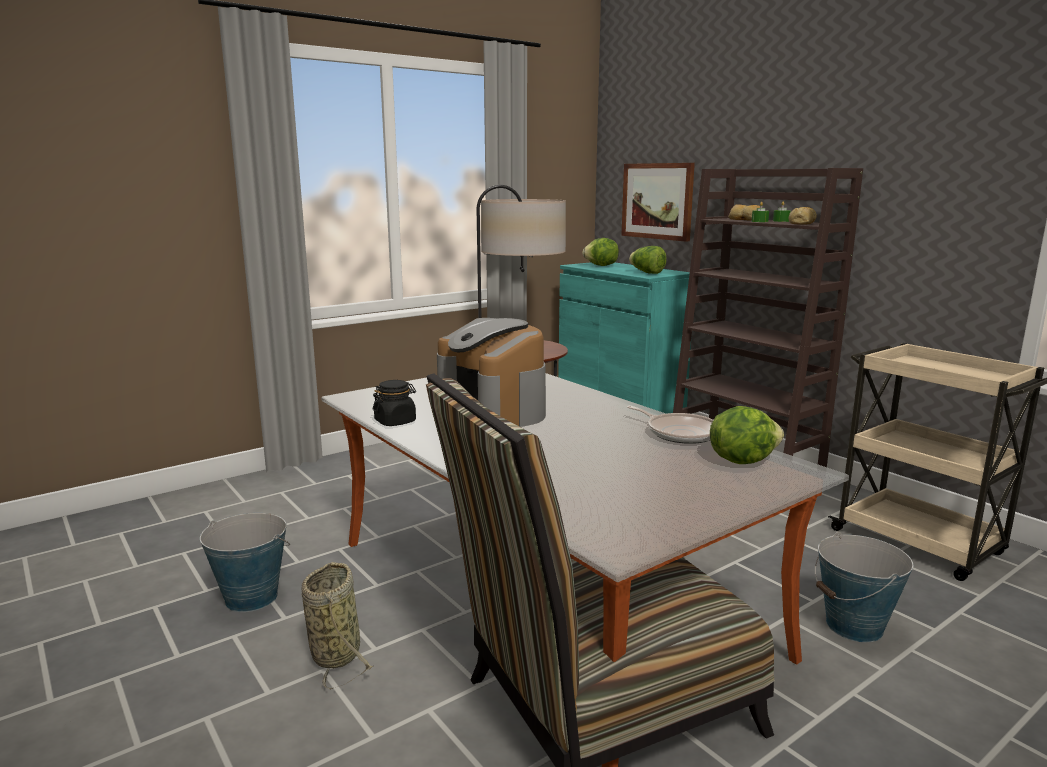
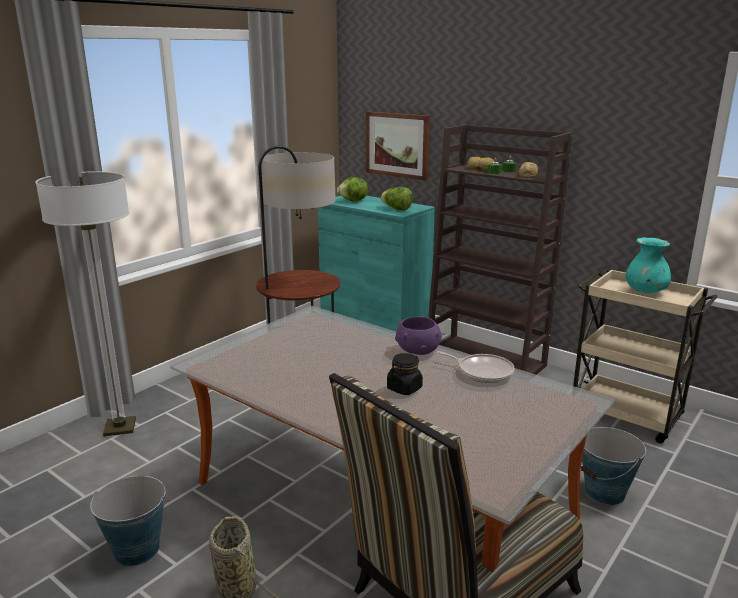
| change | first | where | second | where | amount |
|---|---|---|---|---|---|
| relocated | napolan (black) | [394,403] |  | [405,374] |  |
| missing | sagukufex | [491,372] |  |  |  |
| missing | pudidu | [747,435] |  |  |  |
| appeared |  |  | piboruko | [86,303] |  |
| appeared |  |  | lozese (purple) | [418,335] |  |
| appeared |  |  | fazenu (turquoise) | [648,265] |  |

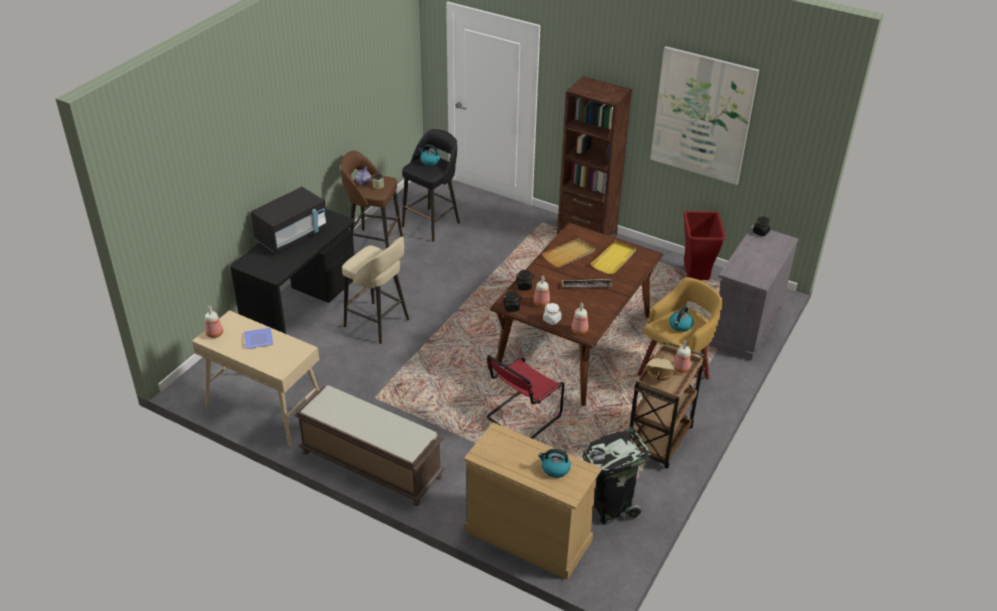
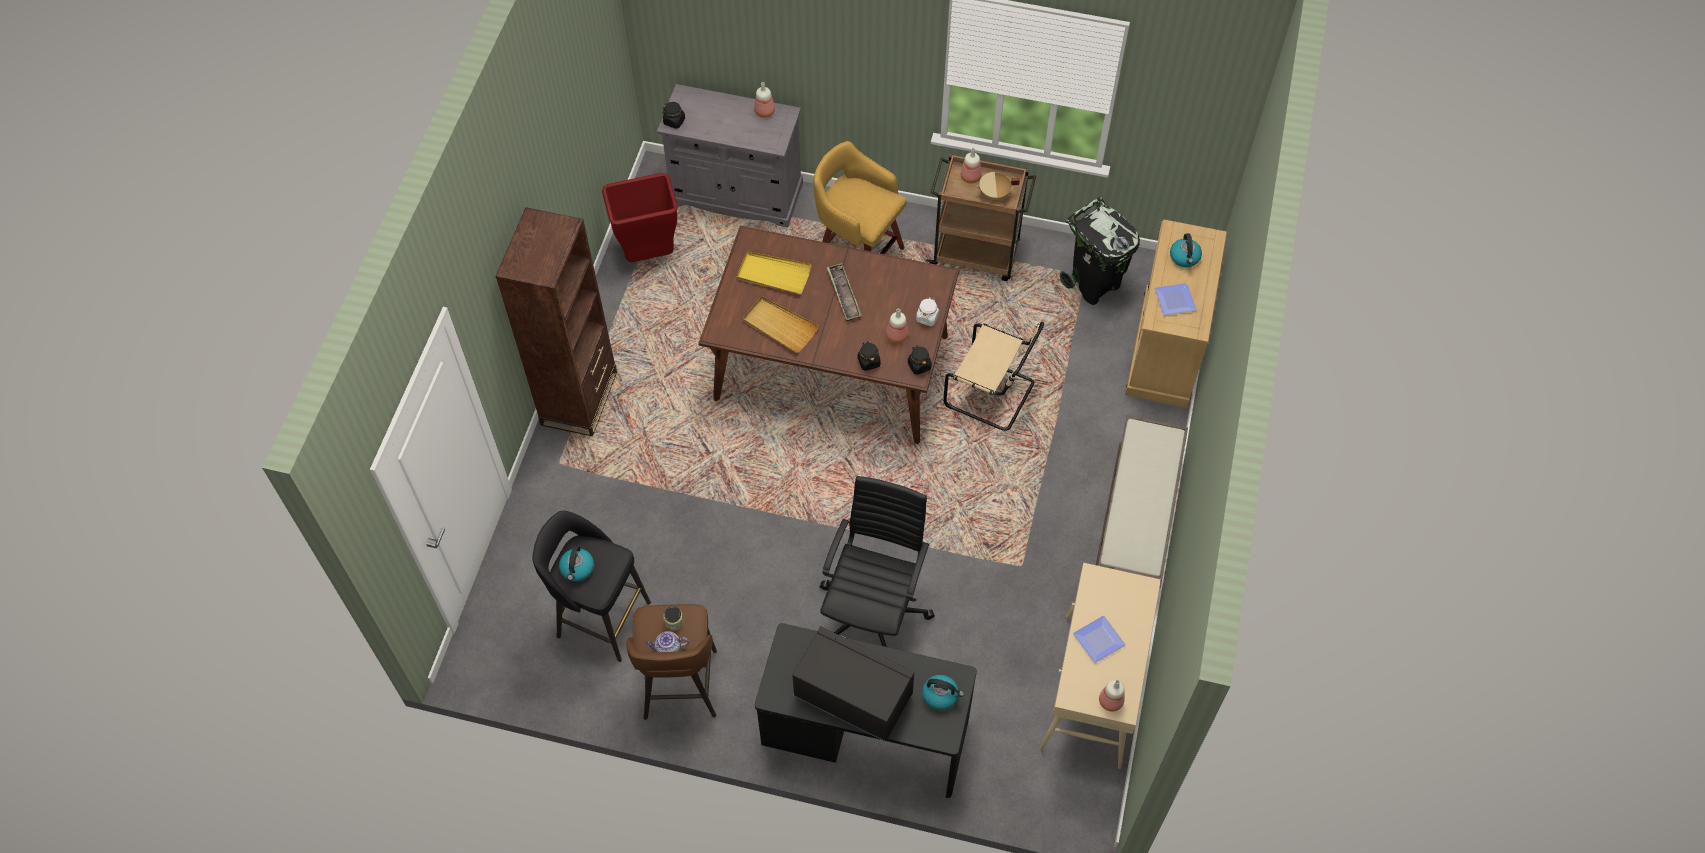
| change | first | where | second | where | amount |
|---|---|---|---|---|---|
| exchanged | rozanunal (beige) | [375,290] | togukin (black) | [877,561] |  |
| colour | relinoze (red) | [525,397] | relinoze (beige) | [993,376] |  |
| relocated | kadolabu | [579,319] |  | [764,100] |  |
| missing | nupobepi | [704,115] |  |  |  |
| relocated | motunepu | [681,319] |  | [943,692] |  |
| appeared |  |  | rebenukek | [1175,299] |  |

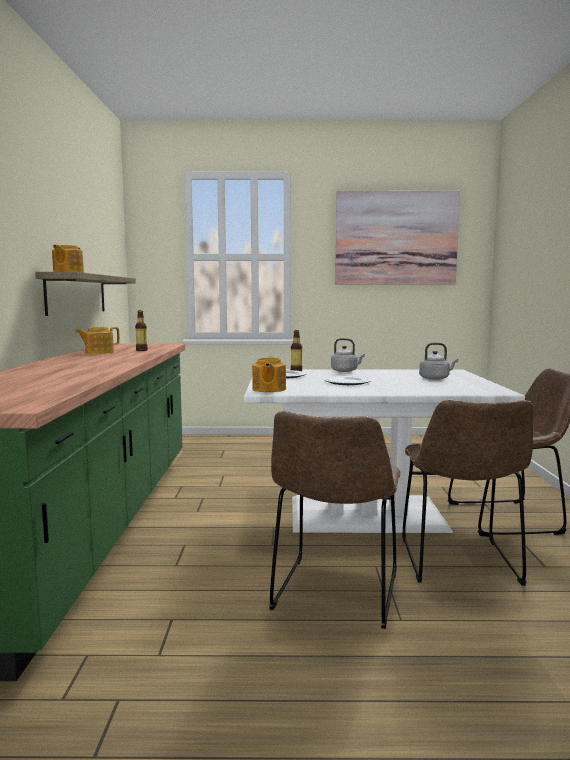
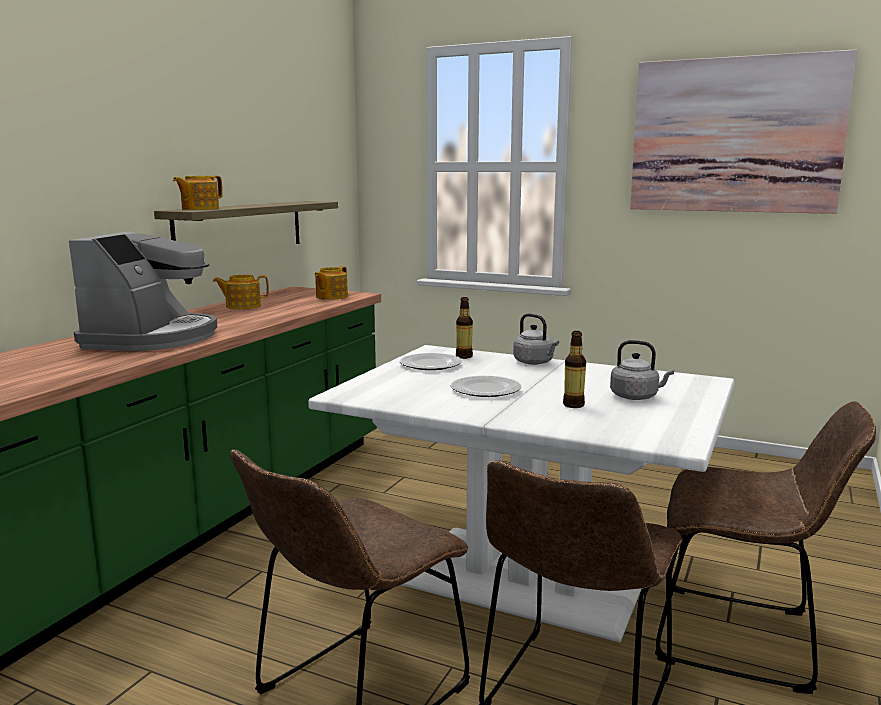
| change | first | where | second | where | amount |
|---|---|---|---|---|---|
| relocated | kadolabu | [141,330] |  | [574,369] |  |
| relocated | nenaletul | [269,374] |  | [331,283] |  |
| appeared |  |  | sagukufex | [143,291] |  |

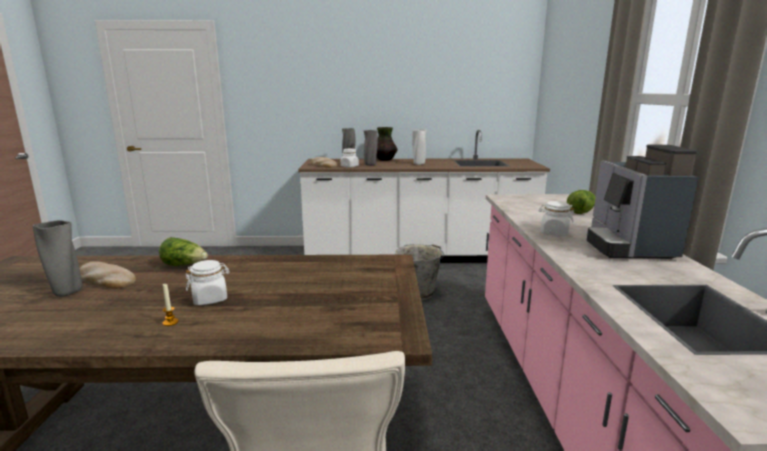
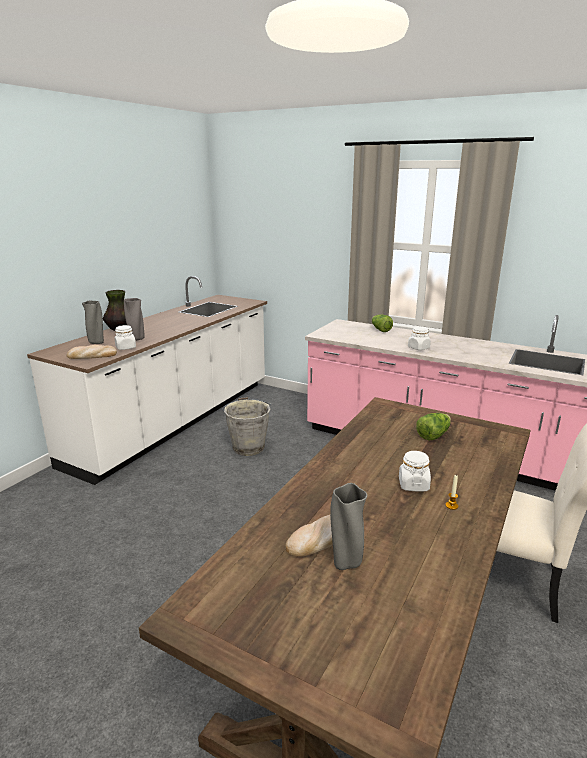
| change | first | where | second | where | amount |
|---|---|---|---|---|---|
| relocated | pudidu | [183,251] |  | [433,426] |  |
| missing | fazenu (white) | [419,147] |  |  |  |
| missing | sagukufex | [643,202] |  |  |  |

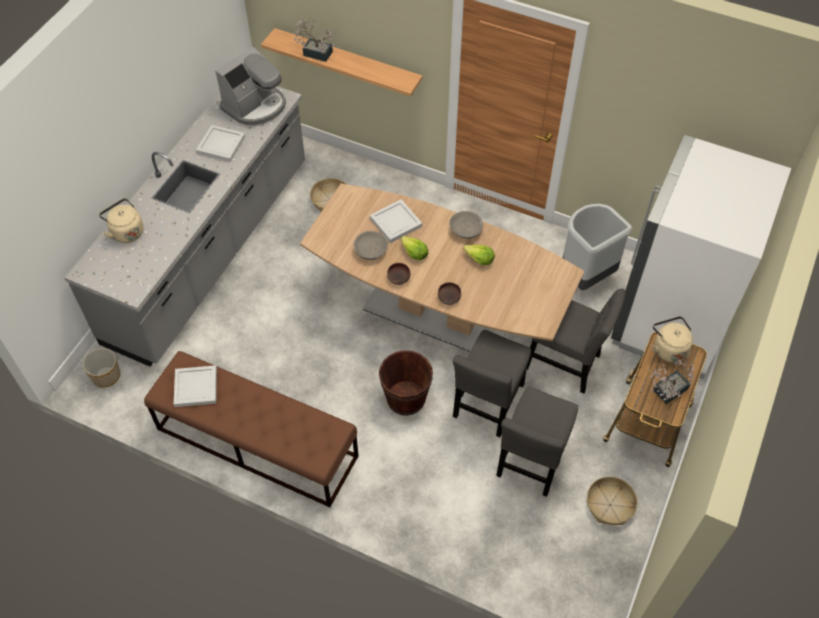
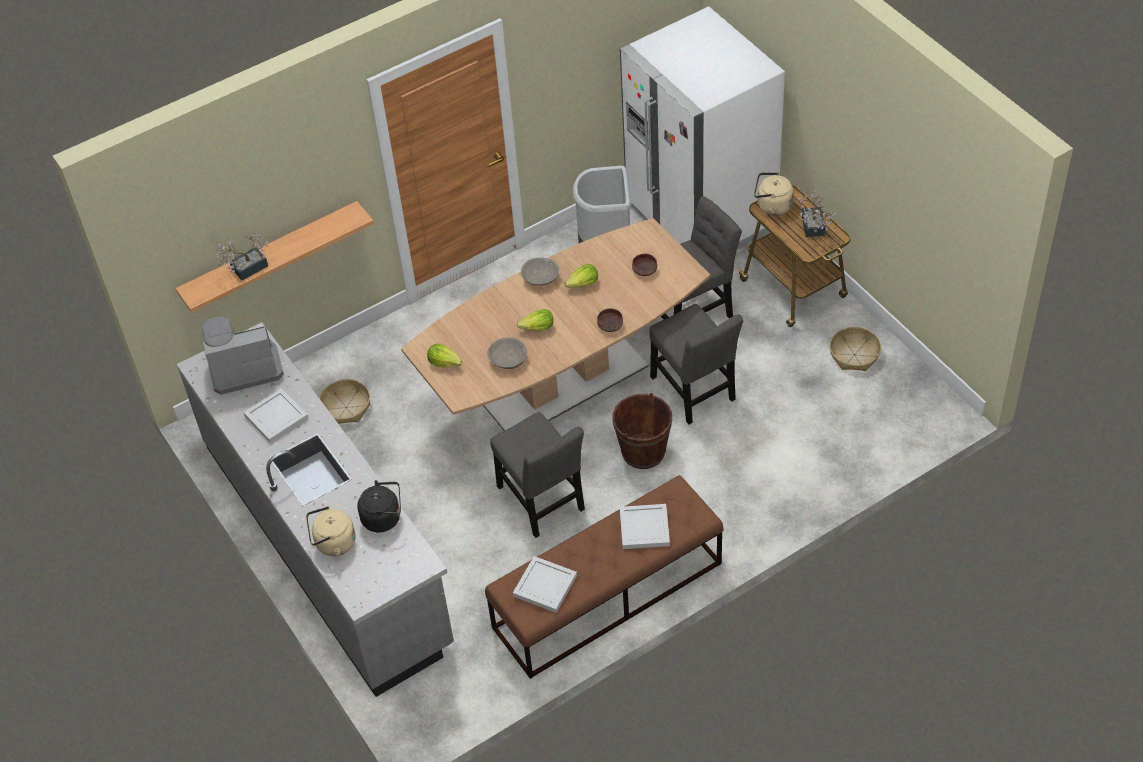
| change | first | where | second | where | amount |
|---|---|---|---|---|---|
| missing | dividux | [101,367] |  |  |  |
| spun | sagukufex | [250,86] |  | [243,356] | 90 degrees counterclockwise |
| relocated | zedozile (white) | [396,221] |  | [645,526] |  |
| relocated | lozese (brown) | [399,274] |  | [644,265] |  |
| relocated | relinoze (grey) | [537,441] |  | [537,475] |  |
| appeared |  |  | motunepu (black) | [379,506] |  |
| appeared |  |  | pudidu | [444,355] |  |

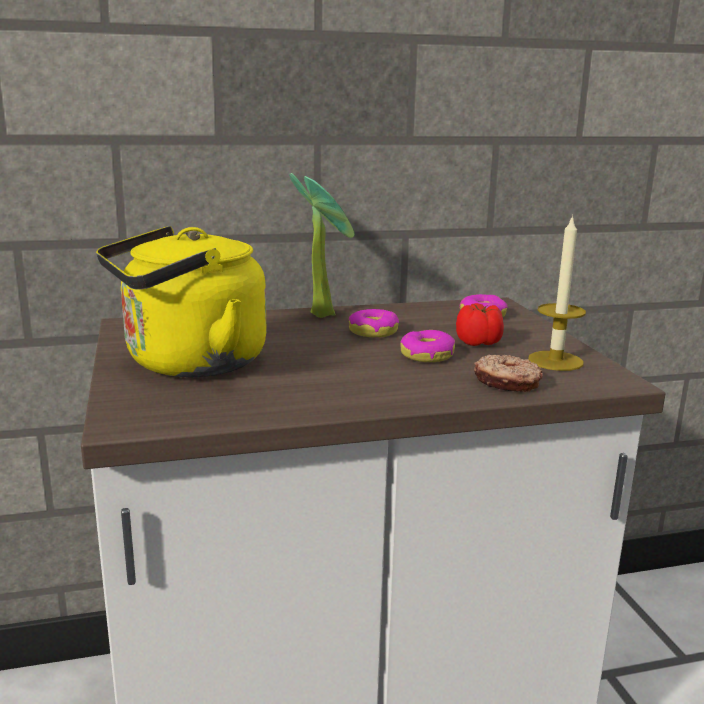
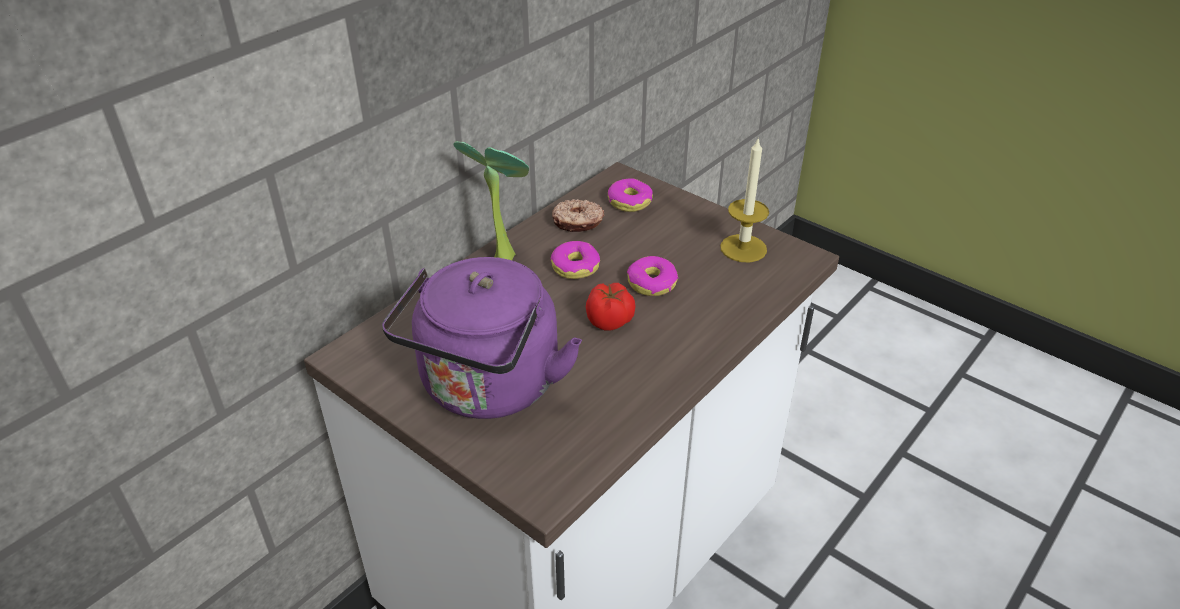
| change | first | where | second | where | amount |
|---|---|---|---|---|---|
| colour | motunepu (yellow) | [181,301] | motunepu (purple) | [482,338] |  |
| relocated | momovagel | [480,324] |  | [611,307] |  |
| relocated | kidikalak | [508,373] |  | [578,215] |  |

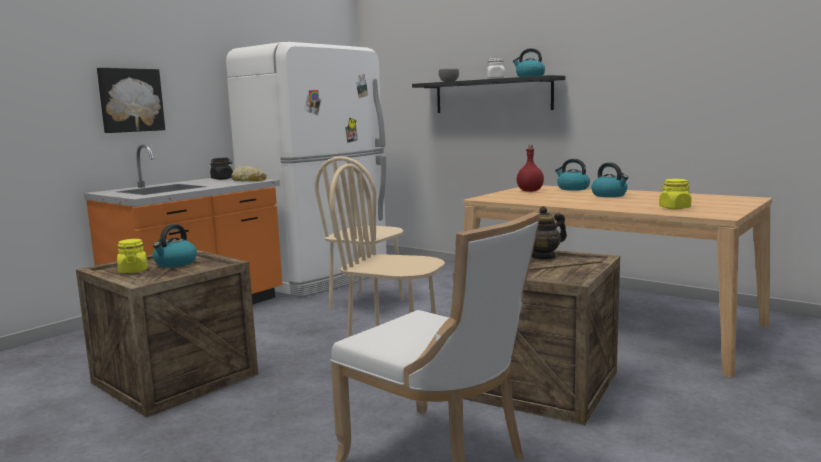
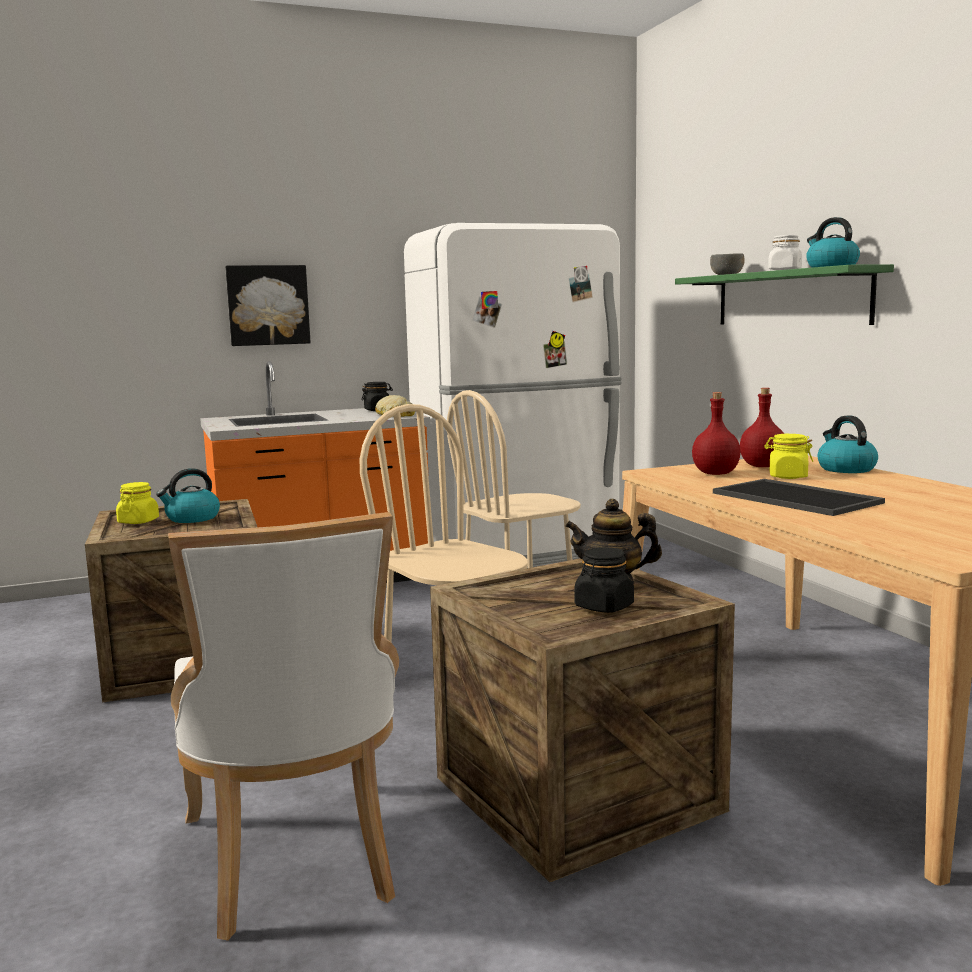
| change | first | where | second | where | amount |
|---|---|---|---|---|---|
| colour | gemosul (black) | [488,94] | gemosul (green) | [784,294] |  |
| missing | motunepu | [610,179] |  |  |  |
| relocated | napolan (yellow) | [675,194] |  | [789,456] |  |
| appeared |  |  | napolan (black) | [604,580] |  |
| appeared |  |  | kadolabu (red) | [716,433] |  |
| appeared |  |  | zedozile | [799,497] |  |

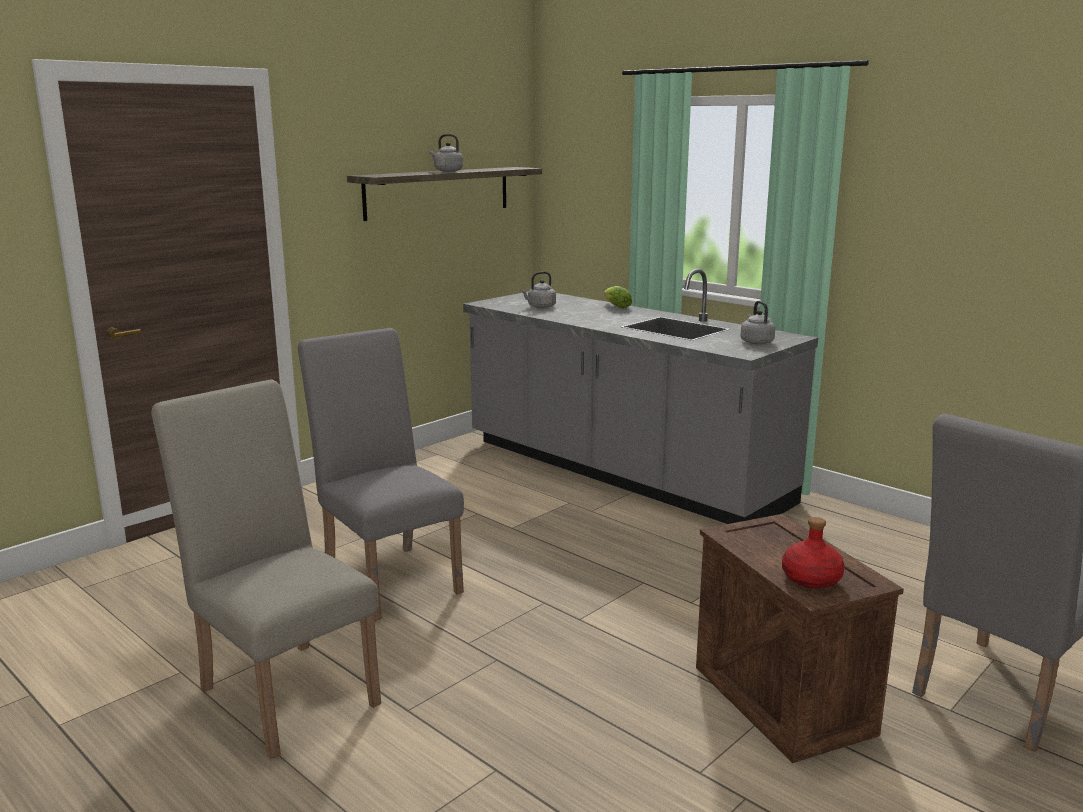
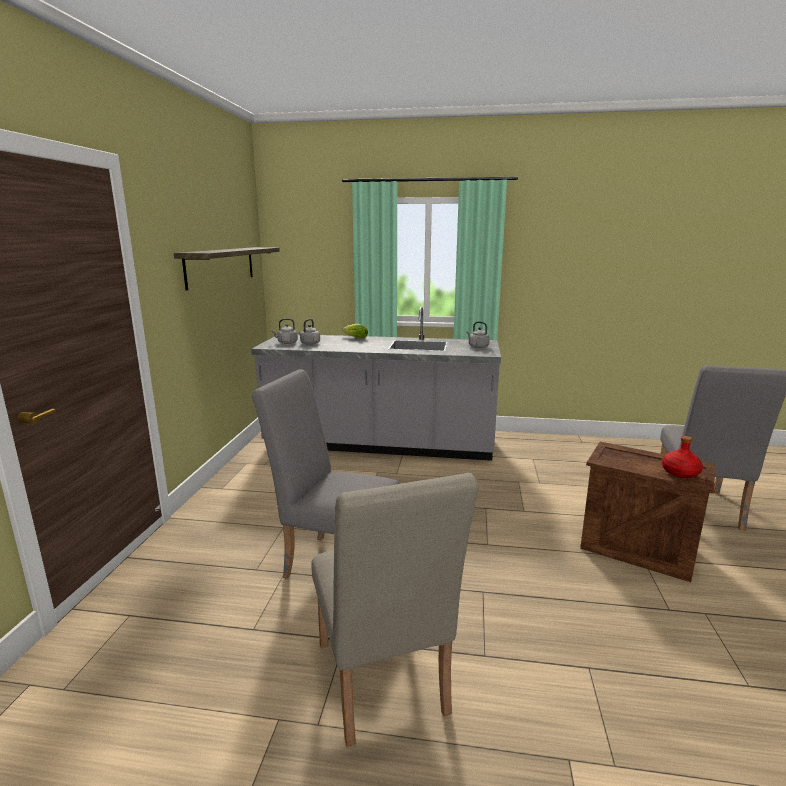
| change | first | where | second | where | amount |
|---|---|---|---|---|---|
| spun | relinoze (beige) | [266,569] |  | [395,610] | 120 degrees counterclockwise |
| relocated | motunepu (grey) | [446,153] |  | [284,331] |  |

